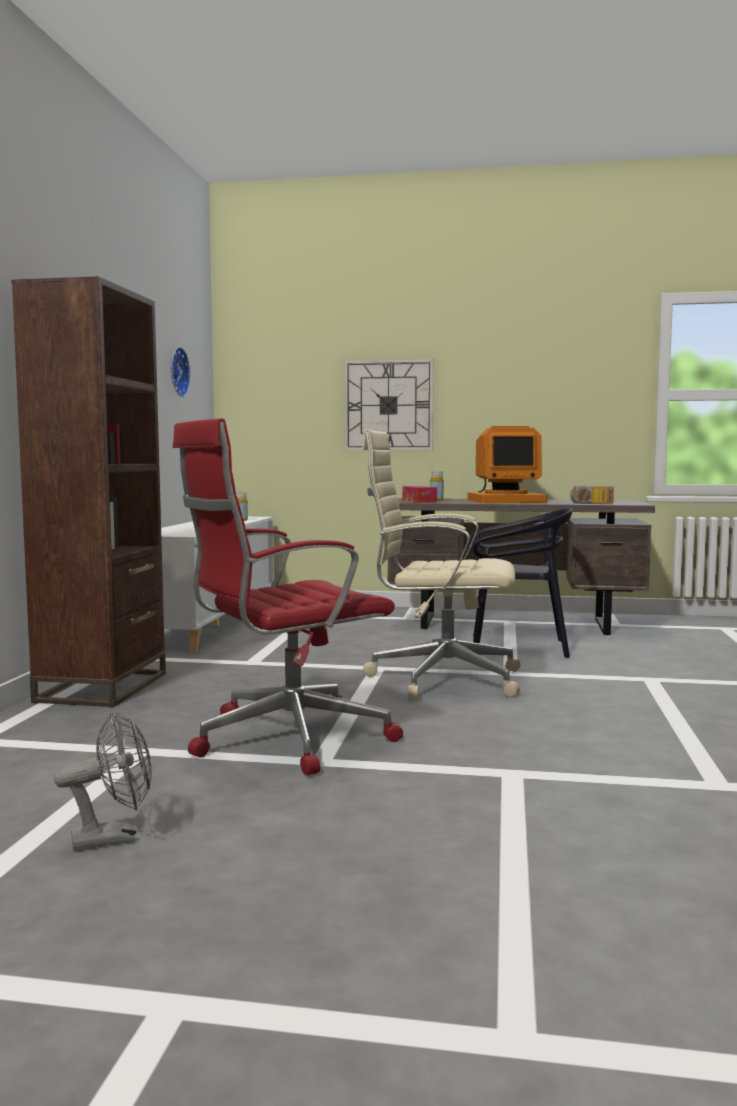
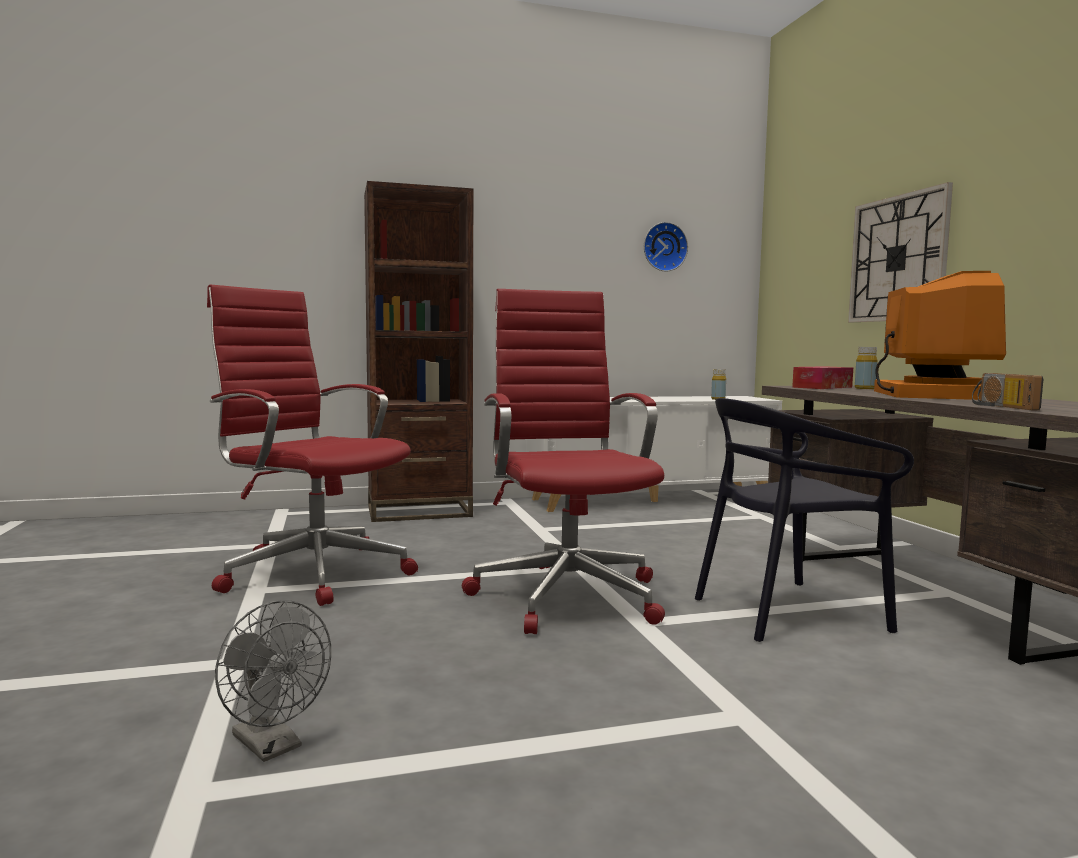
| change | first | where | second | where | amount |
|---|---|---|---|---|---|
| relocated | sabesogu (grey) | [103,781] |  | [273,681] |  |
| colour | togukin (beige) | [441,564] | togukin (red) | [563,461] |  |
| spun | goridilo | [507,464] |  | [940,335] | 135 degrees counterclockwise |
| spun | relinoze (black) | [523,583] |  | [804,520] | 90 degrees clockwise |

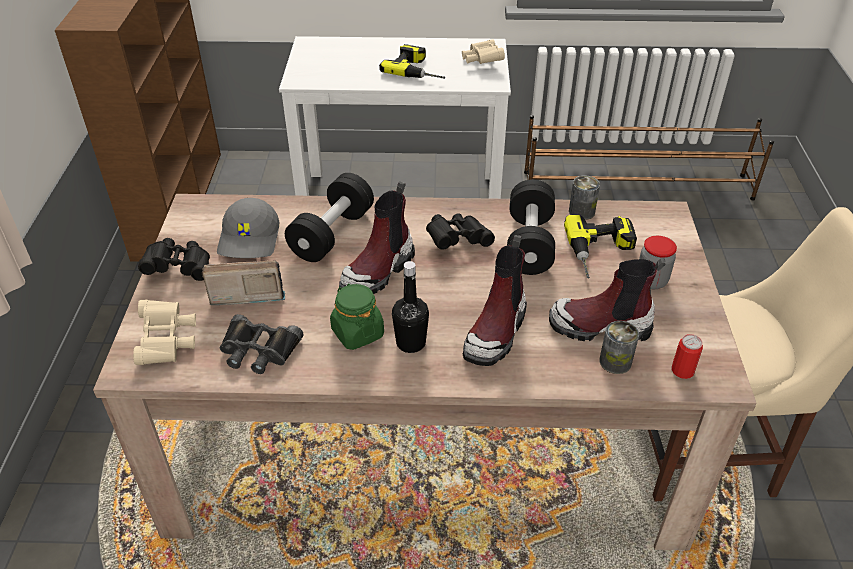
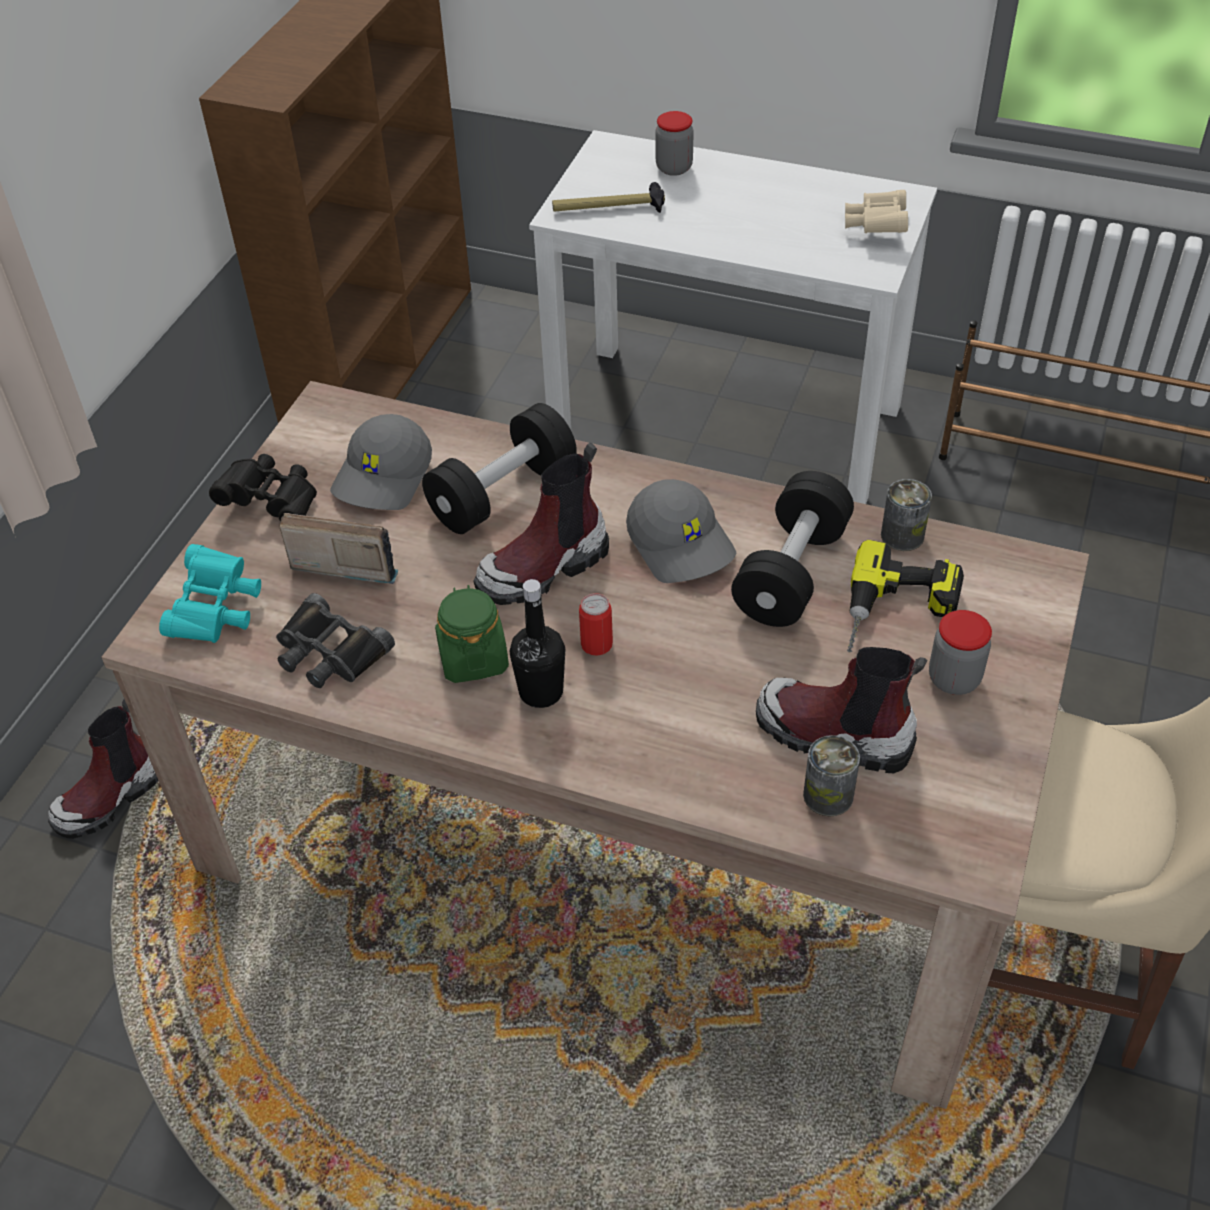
| change | first | where | second | where | amount |
|---|---|---|---|---|---|
| colour | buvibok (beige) | [164,332] | buvibok (turquoise) | [210,593] |  |
| missing | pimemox | [412,61] |  |  |  |
| exchanged | buvibok (black) | [460,231] | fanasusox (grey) | [681,531] |  |
| relocated | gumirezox | [495,300] |  | [103,769] |  |
| relocated | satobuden | [687,356] |  | [596,624] |  |
| appeared |  |  | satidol | [608,197] |  |
| appeared |  |  | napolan | [675,143] |  |

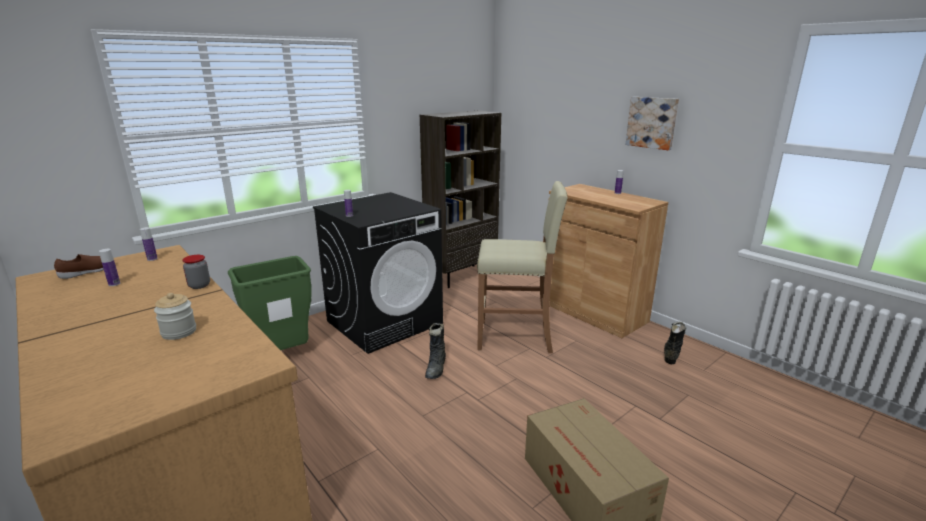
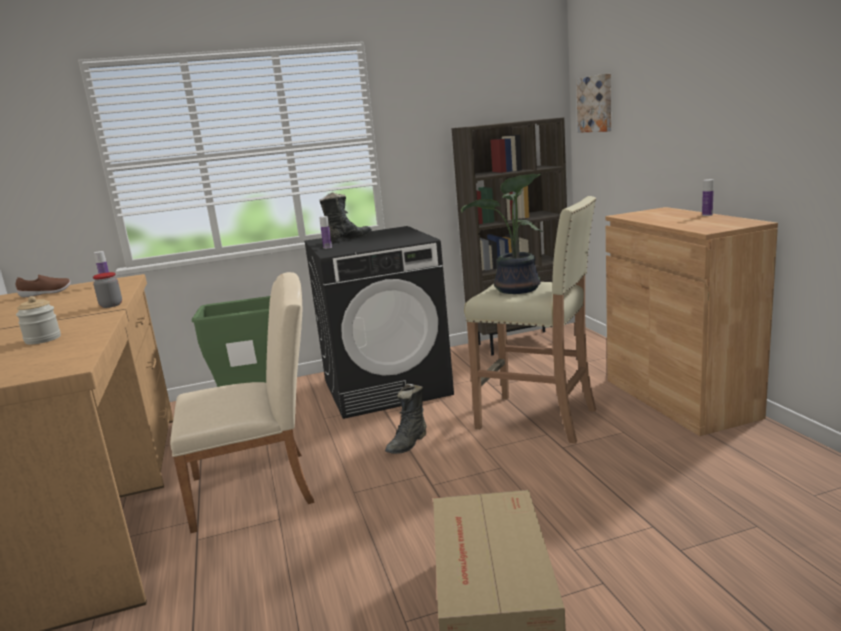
| change | first | where | second | where | amount |
|---|---|---|---|---|---|
| missing | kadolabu | [109,267] |  |  |  |
| relocated | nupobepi | [652,123] |  | [593,103] |  |
| relocated | gumirezox (black) | [675,343] |  | [345,217] |  |
| appeared |  |  | relinoze (beige) | [242,402] |  |
| appeared |  |  | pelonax | [502,234] |  |

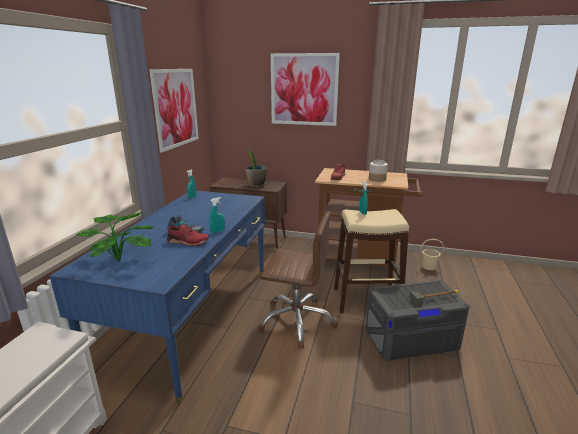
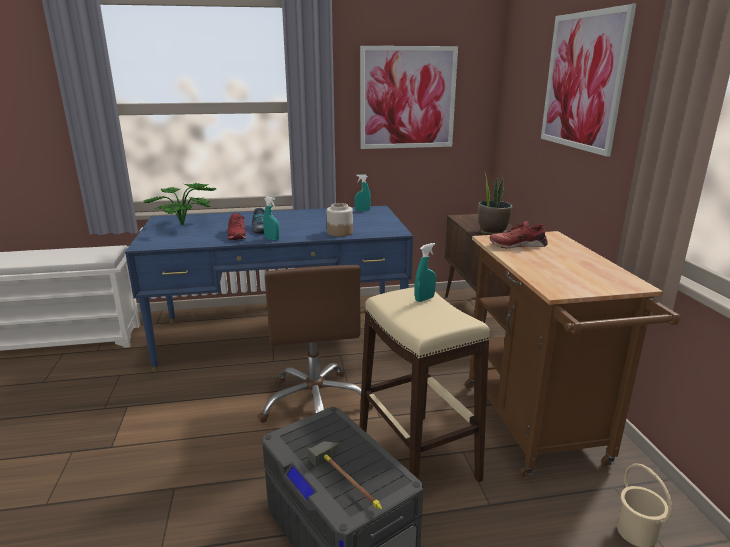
| change | first | where | second | where | amount |
|---|---|---|---|---|---|
| relocated | napolan | [378,171] |  | [340,220] |  |

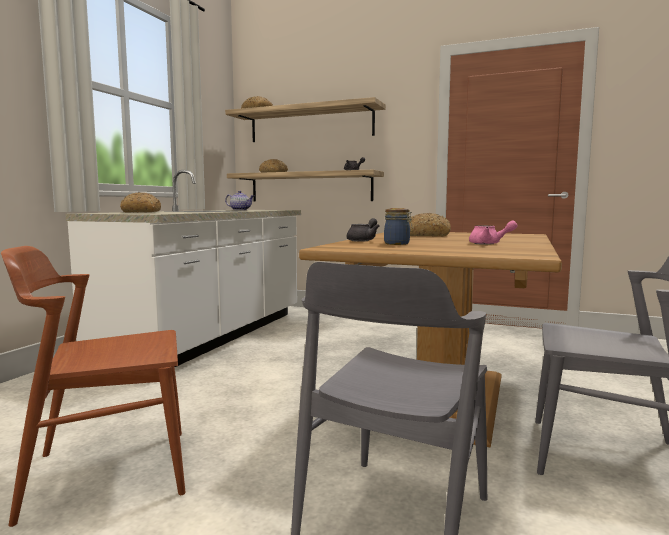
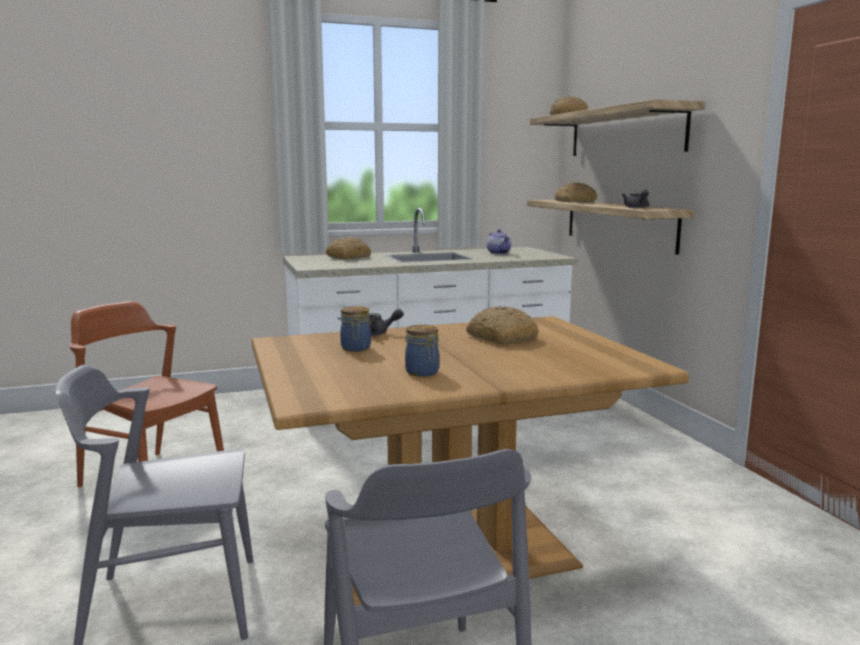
| change | first | where | second | where | amount |
|---|---|---|---|---|---|
| exchanged | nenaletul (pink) | [493,233] | napolan | [422,351] |  |

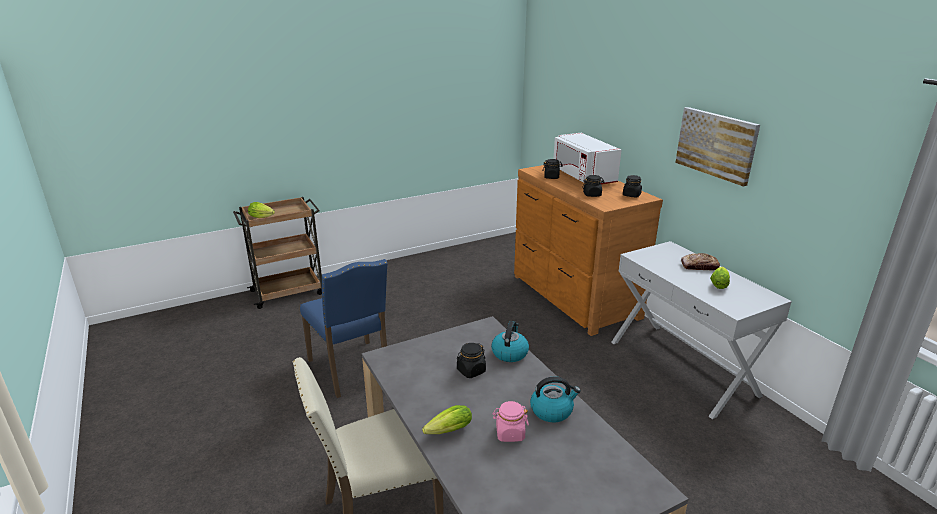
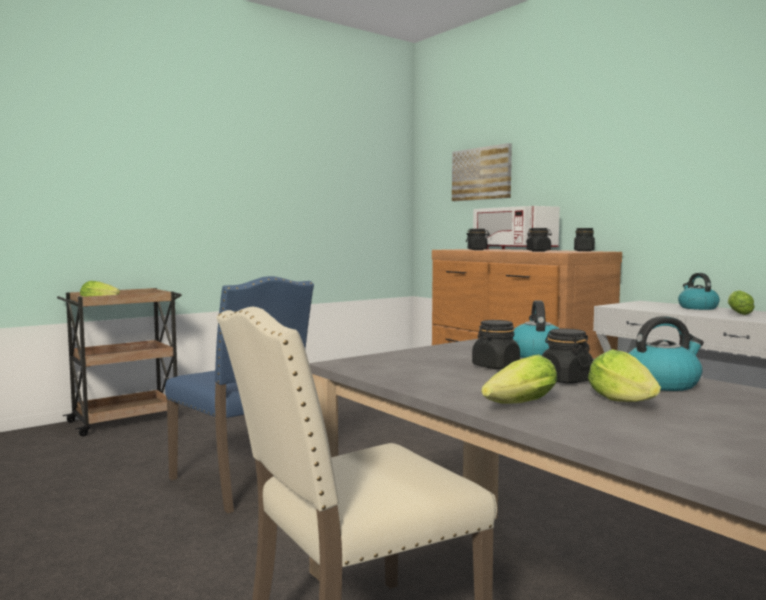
| change | first | where | second | where | amount |
|---|---|---|---|---|---|
| exchanged | napolan (pink) | [511,421] | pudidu | [624,375] |  |
| relocated | nupobepi | [717,147] |  | [482,172] |  |
| exchanged | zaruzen | [700,262] | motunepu | [699,291] |  |
| appeared |  |  | napolan (black) | [567,356] |  |

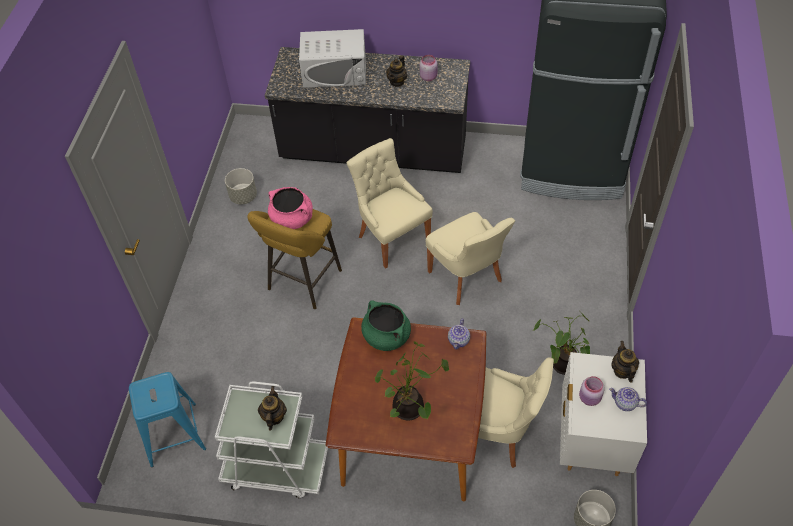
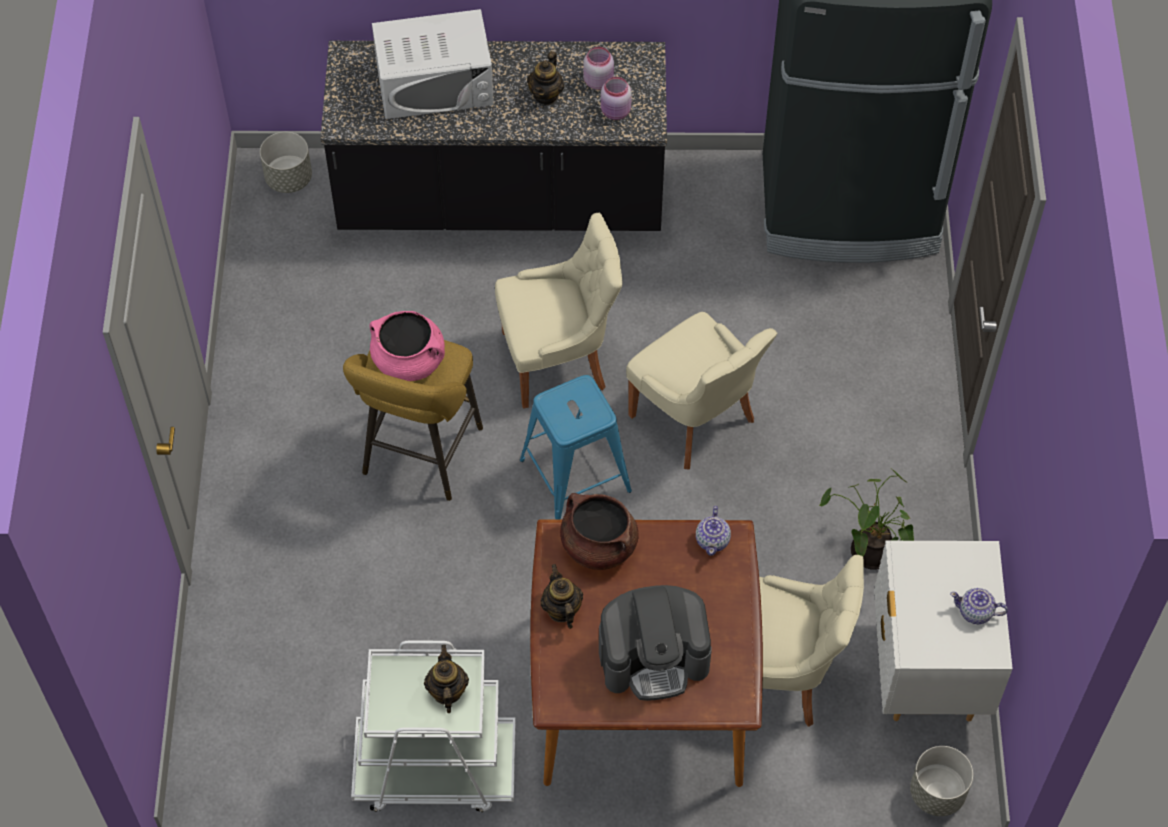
| change | first | where | second | where | amount |
|---|---|---|---|---|---|
| relocated | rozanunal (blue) | [167,419] |  | [576,447] |  |
| relocated | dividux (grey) | [241,186] |  | [286,162] |  |
| spun | relinoze (beige) | [390,203] |  | [559,311] | 120 degrees clockwise |
| colour | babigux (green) | [386,325] | babigux (brown) | [599,531] |  |
| exchanged | pelonax | [412,381] | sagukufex | [655,643] |  |
| relocated | napolan (pink) | [592,391] |  | [616,98] |  |
| relocated | nenaletul | [625,362] |  | [562,596] |  |

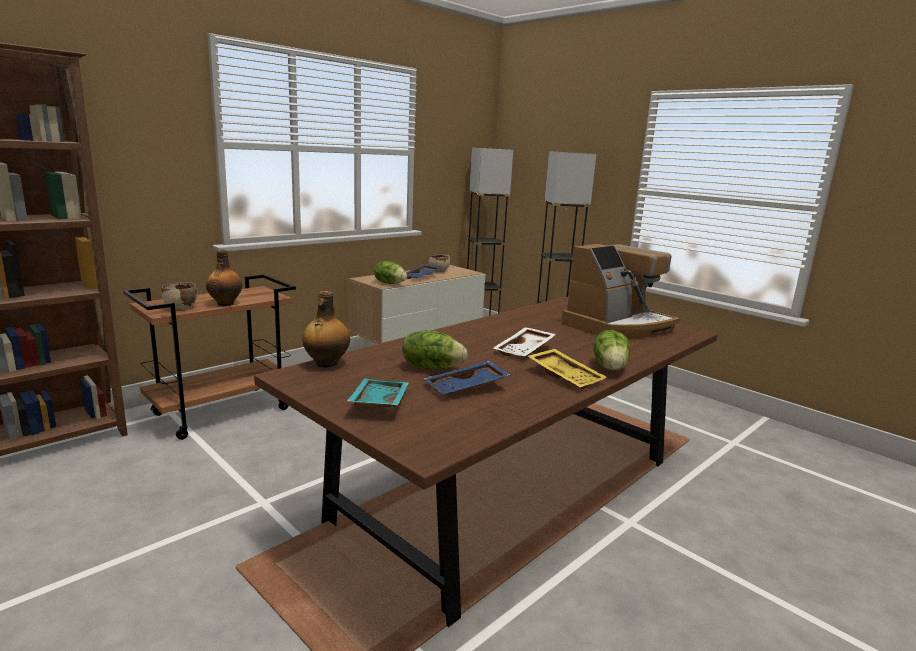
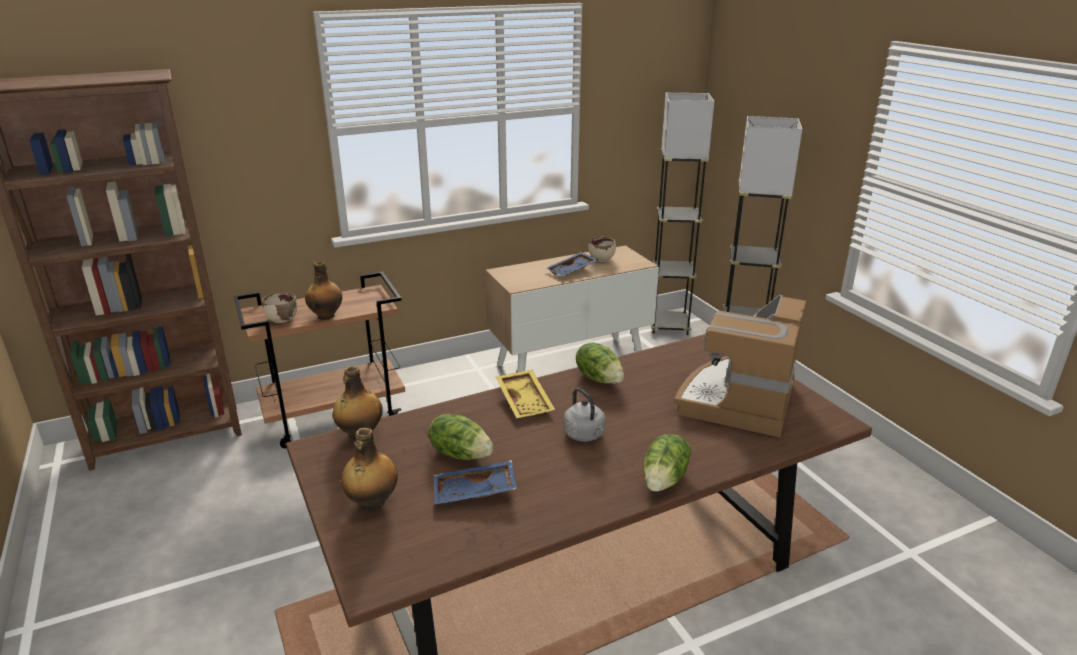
| change | first | where | second | where | amount |
|---|---|---|---|---|---|
| exchanged | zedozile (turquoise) | [377,392] | kadolabu | [369,469] |  |
| relocated | pudidu | [390,272] |  | [600,363] |  |
| exchanged | zedozile (white) | [524,341] | motunepu (grey) | [584,415] |  |
| relocated | zedozile (yellow) | [567,369] |  | [525,394] |  |
| spun | sagukufex | [620,291] |  | [740,366] | 135 degrees clockwise |

